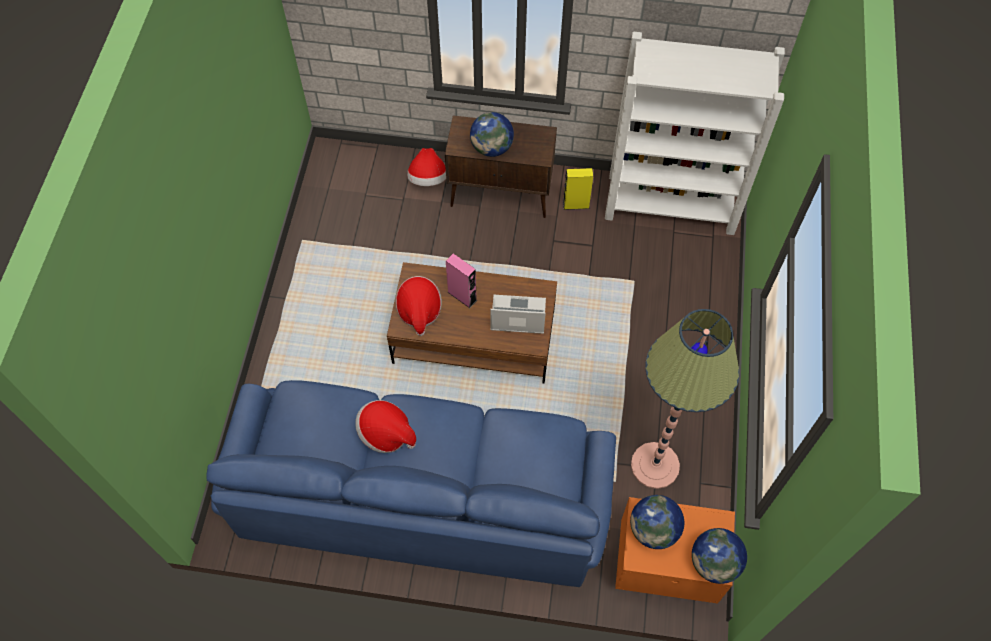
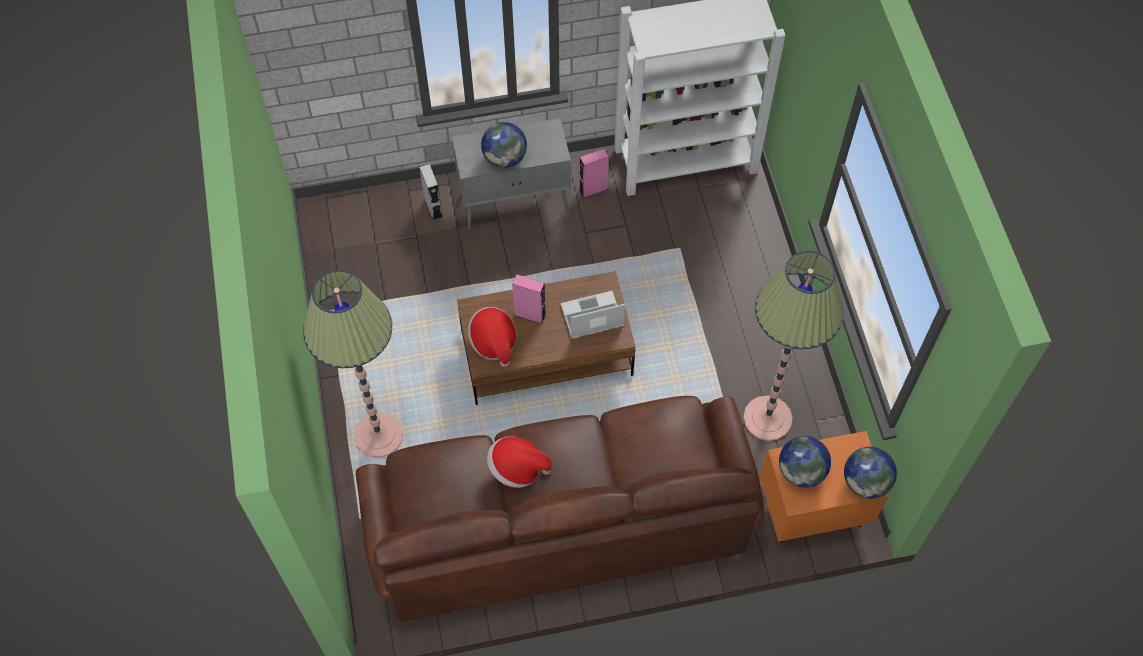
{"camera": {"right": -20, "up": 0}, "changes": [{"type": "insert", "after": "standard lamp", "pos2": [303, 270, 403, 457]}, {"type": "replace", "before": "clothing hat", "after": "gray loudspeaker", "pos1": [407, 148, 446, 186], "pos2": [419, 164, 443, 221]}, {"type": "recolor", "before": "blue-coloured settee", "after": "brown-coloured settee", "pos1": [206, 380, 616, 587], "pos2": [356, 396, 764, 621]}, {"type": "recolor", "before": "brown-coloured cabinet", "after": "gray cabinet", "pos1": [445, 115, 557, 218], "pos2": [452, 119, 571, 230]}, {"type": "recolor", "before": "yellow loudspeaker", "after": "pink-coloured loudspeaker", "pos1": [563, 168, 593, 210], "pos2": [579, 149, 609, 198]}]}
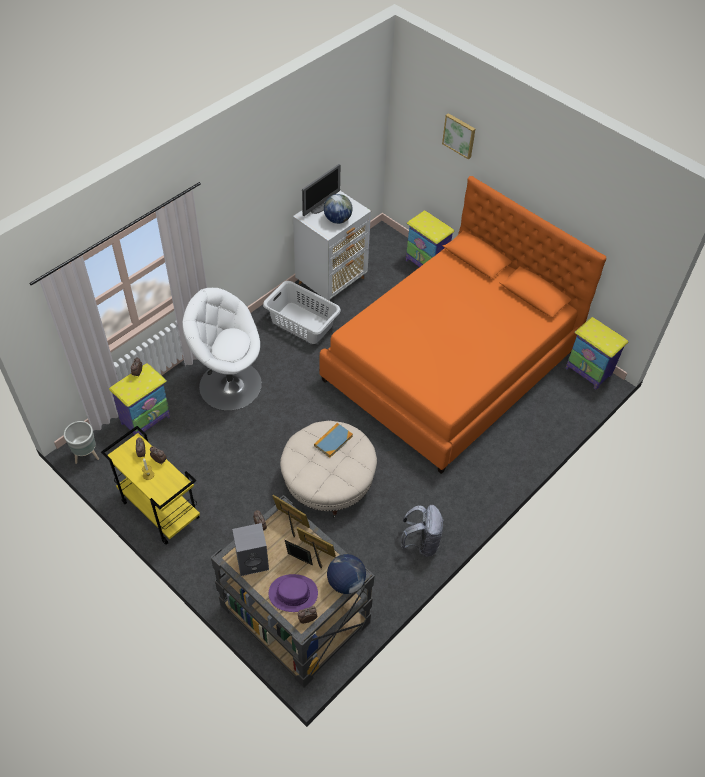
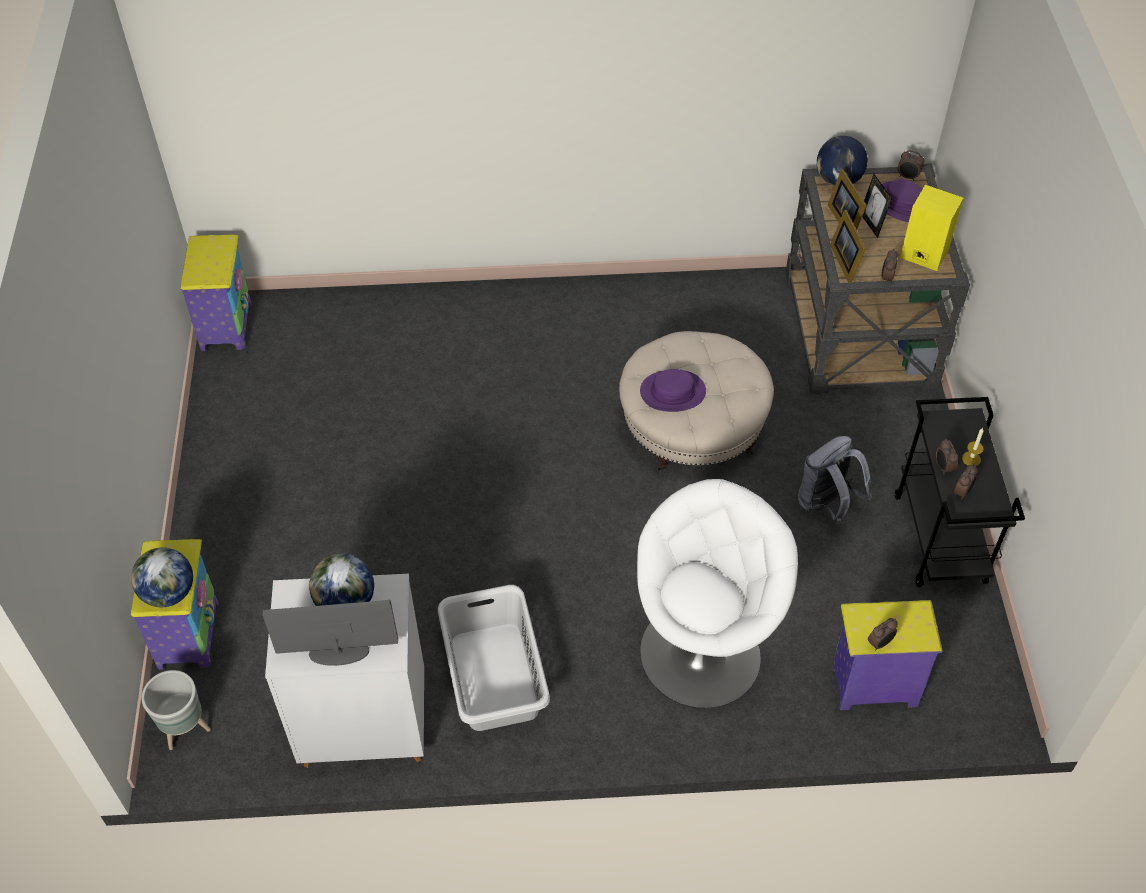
{"camera": {"right": -135, "up": 0}, "changes": [{"type": "delete", "before": "orangey bedroom bed", "pos1": [319, 176, 606, 474]}, {"type": "delete", "before": "wall picture", "pos1": [442, 113, 475, 159]}, {"type": "insert", "after": "desk globe", "pos2": [131, 547, 193, 607]}, {"type": "move", "before": "gray flower pot", "pos1": [64, 421, 99, 464], "pos2": [141, 670, 211, 750]}, {"type": "move", "before": "gray knapsack", "pos1": [401, 505, 444, 557], "pos2": [798, 436, 872, 524]}, {"type": "replace", "before": "volume", "after": "purple clothing hat", "pos1": [314, 423, 353, 458], "pos2": [640, 369, 706, 412]}, {"type": "recolor", "before": "yellow wheeled cart", "after": "black wheeled cart", "pos1": [101, 426, 200, 545], "pos2": [895, 397, 1025, 587]}, {"type": "recolor", "before": "gray loudspeaker", "after": "yellow loudspeaker", "pos1": [232, 523, 269, 576], "pos2": [900, 185, 963, 271]}, {"type": "rotate", "before": "white-coloured lounge chair", "pos1": [182, 288, 262, 411], "pos2": [637, 479, 798, 708], "turn": -105}]}
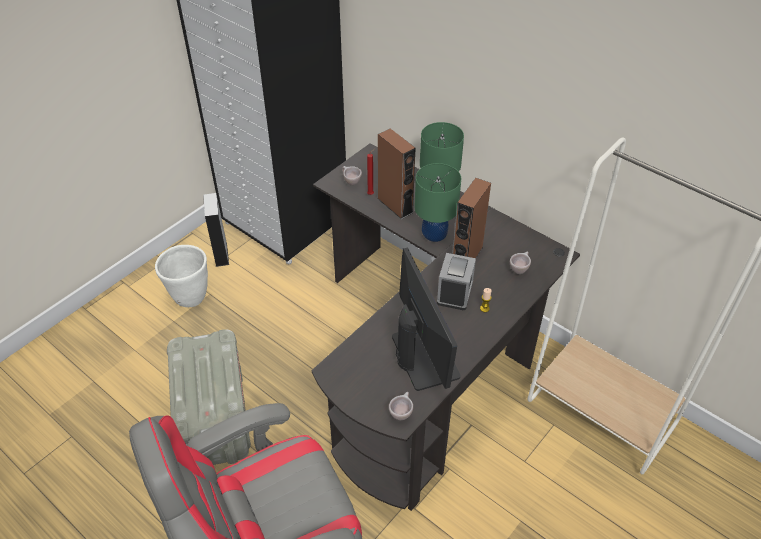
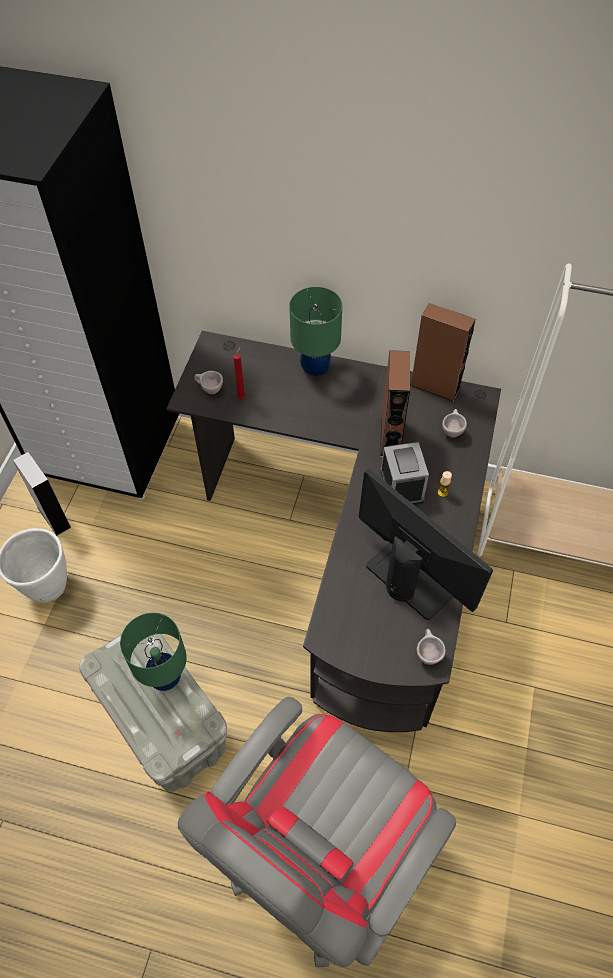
{"camera": {"right": -25, "up": 10}, "changes": [{"type": "move", "before": "brown-coloured loudspeaker", "pos1": [377, 128, 415, 219], "pos2": [410, 303, 475, 402]}, {"type": "move", "before": "green table lamp", "pos1": [414, 163, 461, 242], "pos2": [120, 613, 187, 691]}]}
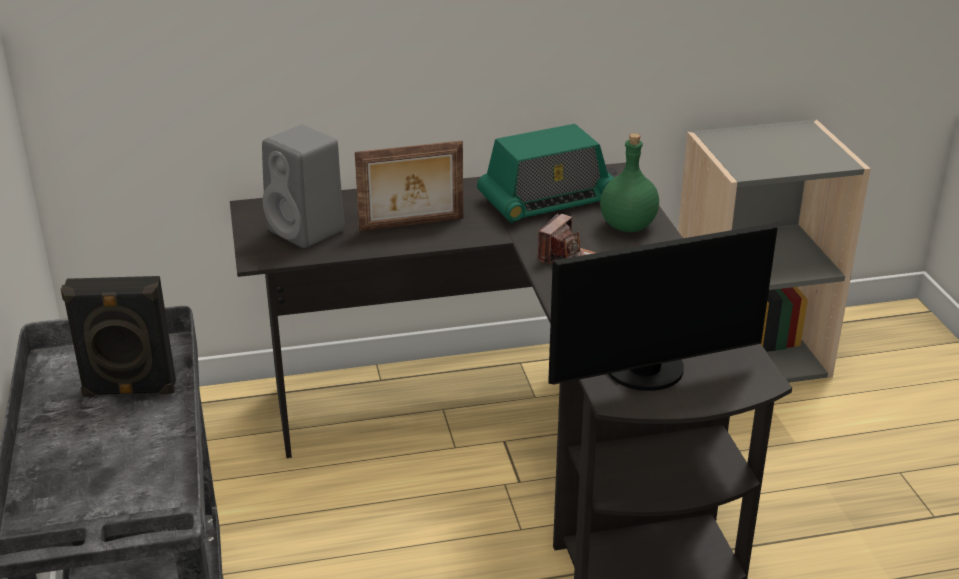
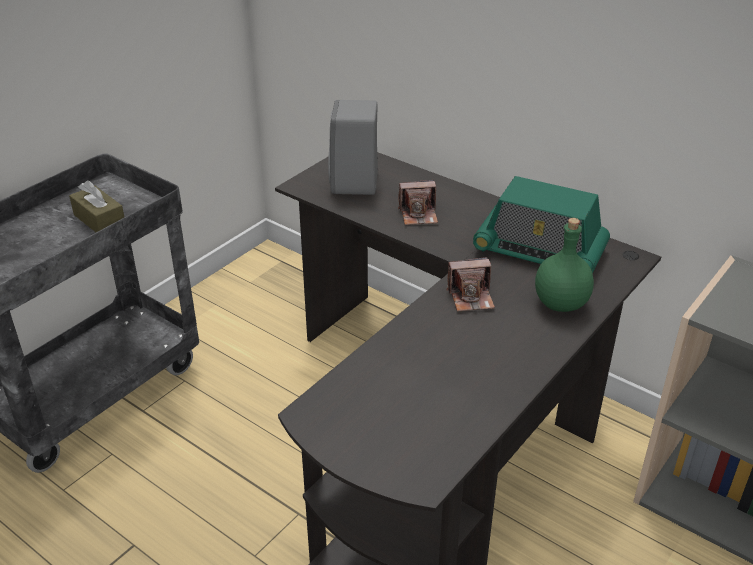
{"camera": {"right": 50, "up": 5}, "changes": [{"type": "delete", "before": "computer screen", "pos1": [548, 222, 778, 391]}, {"type": "replace", "before": "black loudspeaker", "after": "brown-coloured tissue holder", "pos1": [61, 276, 176, 397], "pos2": [69, 180, 124, 232]}, {"type": "replace", "before": "standing frame", "after": "still camera", "pos1": [355, 141, 463, 231], "pos2": [398, 180, 438, 225]}]}
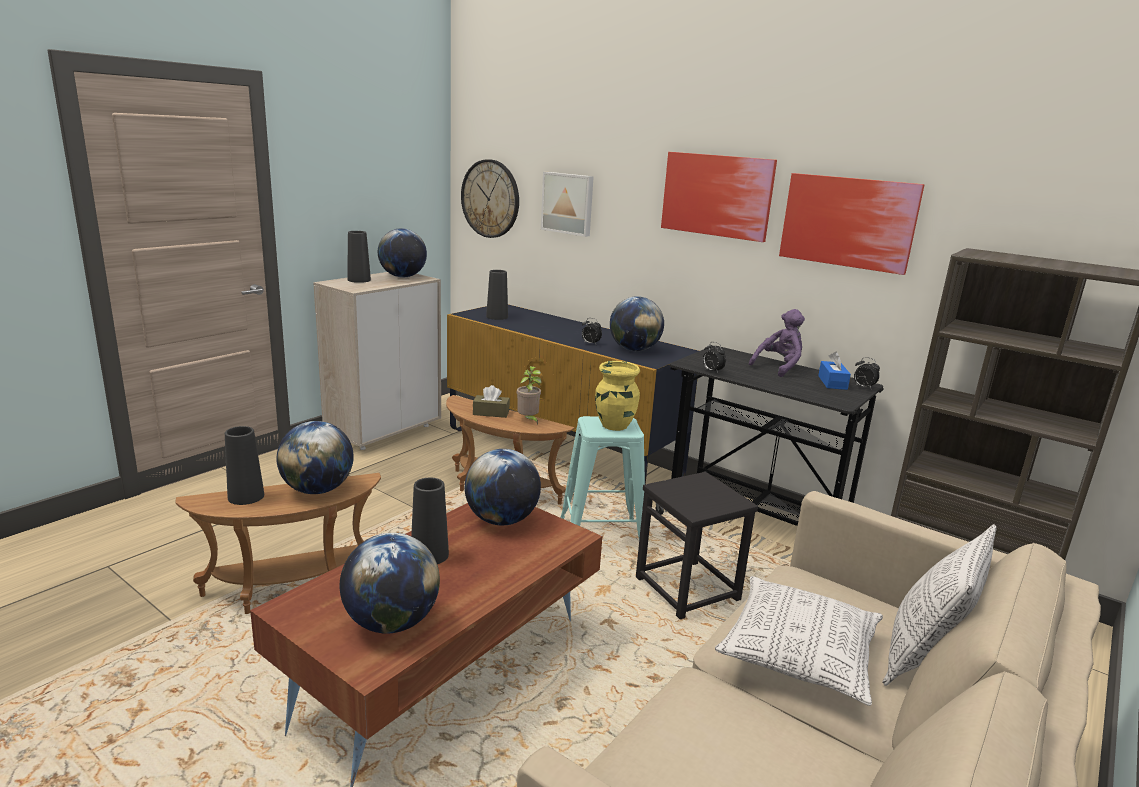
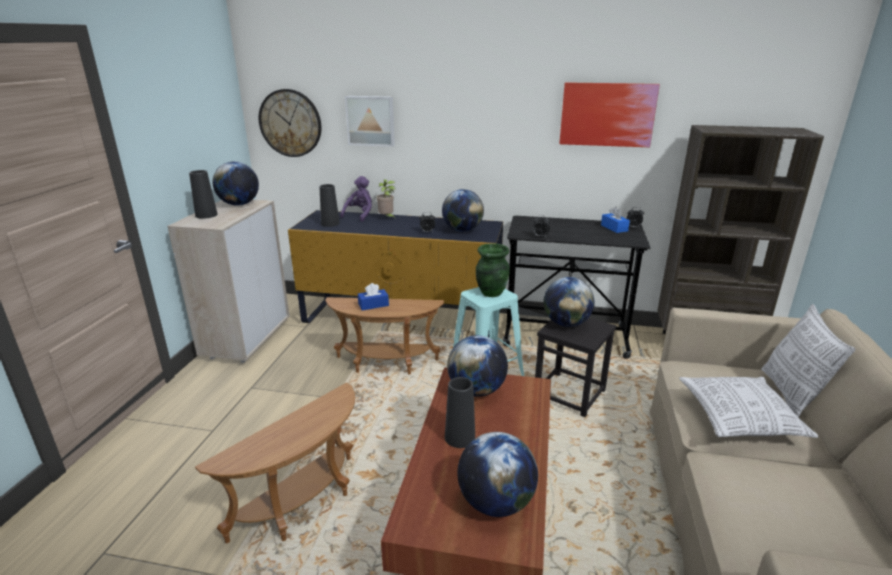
{"camera": {"right": -25, "up": 5}, "changes": [{"type": "delete", "before": "black flower vase", "pos1": [225, 426, 264, 505]}, {"type": "delete", "before": "wall picture", "pos1": [661, 152, 777, 242]}, {"type": "move", "before": "desk globe", "pos1": [277, 421, 354, 494], "pos2": [543, 277, 594, 327]}, {"type": "move", "before": "houseplant", "pos1": [517, 366, 542, 425], "pos2": [377, 179, 396, 219]}, {"type": "move", "before": "purple plush toy", "pos1": [749, 309, 805, 377], "pos2": [340, 176, 372, 222]}, {"type": "recolor", "before": "brown-coloured tissue holder", "after": "blue-coloured tissue holder", "pos1": [473, 385, 510, 418], "pos2": [358, 283, 389, 310]}, {"type": "recolor", "before": "yellow flower vase", "after": "green flower vase", "pos1": [595, 361, 640, 431], "pos2": [476, 243, 510, 297]}]}
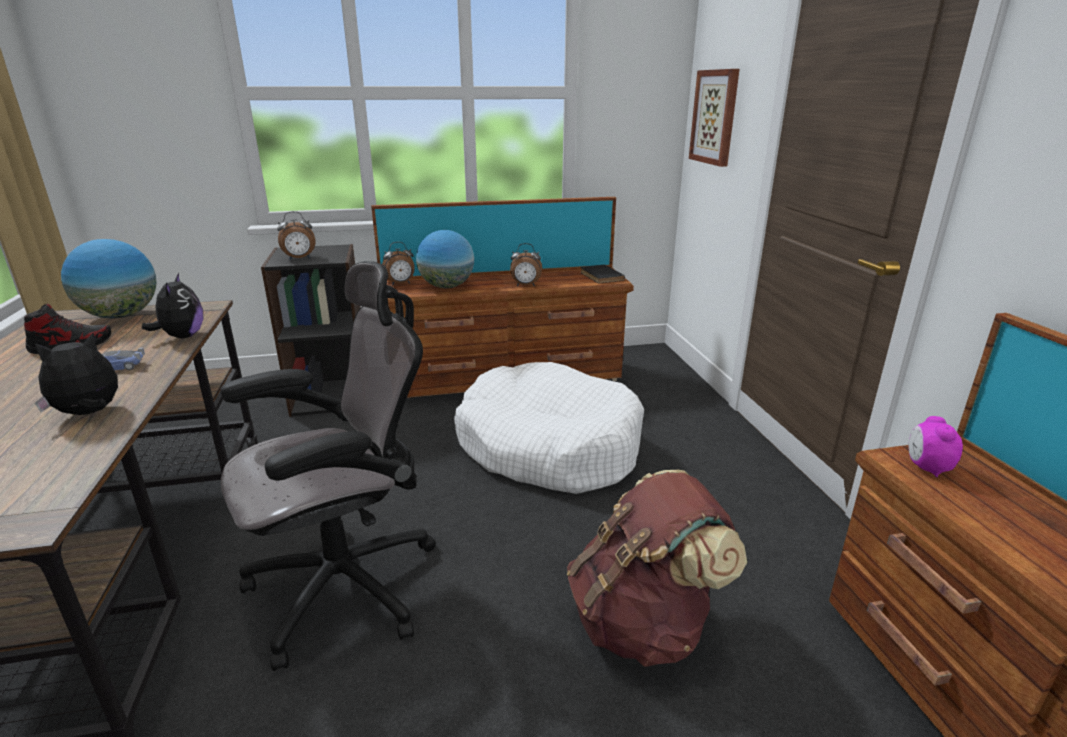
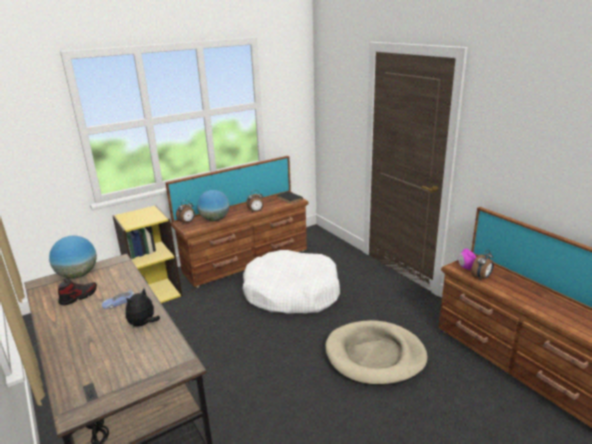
{"camera": {"right": -20, "up": 0}, "changes": [{"type": "delete", "before": "plush toy", "pos1": [142, 273, 203, 338]}, {"type": "delete", "before": "office chair", "pos1": [220, 261, 436, 671]}, {"type": "delete", "before": "wall picture", "pos1": [689, 69, 739, 167]}, {"type": "move", "before": "table clock", "pos1": [277, 211, 315, 260], "pos2": [471, 249, 494, 281]}, {"type": "replace", "before": "brown-coloured knapsack", "after": "beige-coloured dog cushion", "pos1": [567, 470, 747, 667], "pos2": [325, 320, 428, 386]}, {"type": "recolor", "before": "black bookcase", "after": "yellow bookcase", "pos1": [261, 244, 361, 417], "pos2": [113, 205, 182, 303]}]}
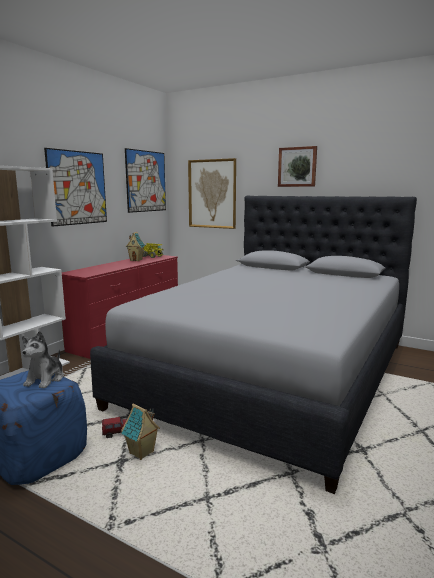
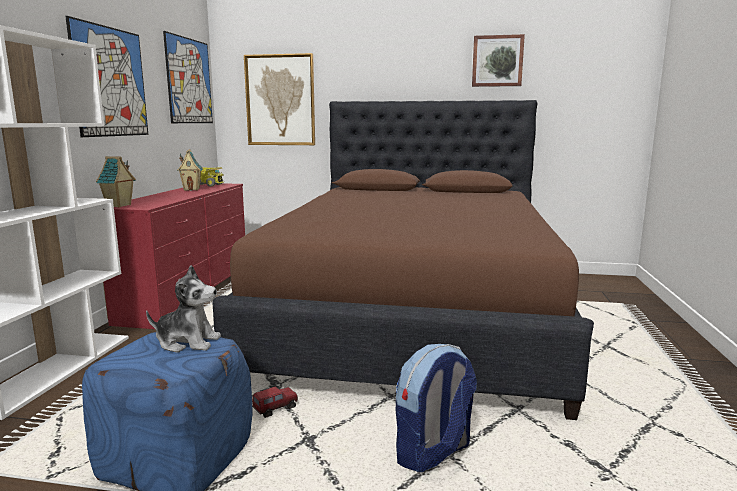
{"camera": {"right": -20, "up": 0}, "changes": [{"type": "insert", "after": "knapsack", "pos2": [396, 344, 477, 472]}, {"type": "move", "before": "toy house", "pos1": [121, 403, 160, 460], "pos2": [96, 156, 136, 207]}, {"type": "move", "before": "wall picture", "pos1": [278, 146, 317, 187], "pos2": [472, 34, 525, 87]}, {"type": "recolor", "before": "gray bedroom bed", "after": "brown-coloured bedroom bed", "pos1": [90, 196, 417, 494], "pos2": [212, 100, 594, 420]}, {"type": "rotate", "before": "plush toy", "pos1": [22, 331, 64, 389], "pos2": [146, 265, 221, 353], "turn": -75}]}
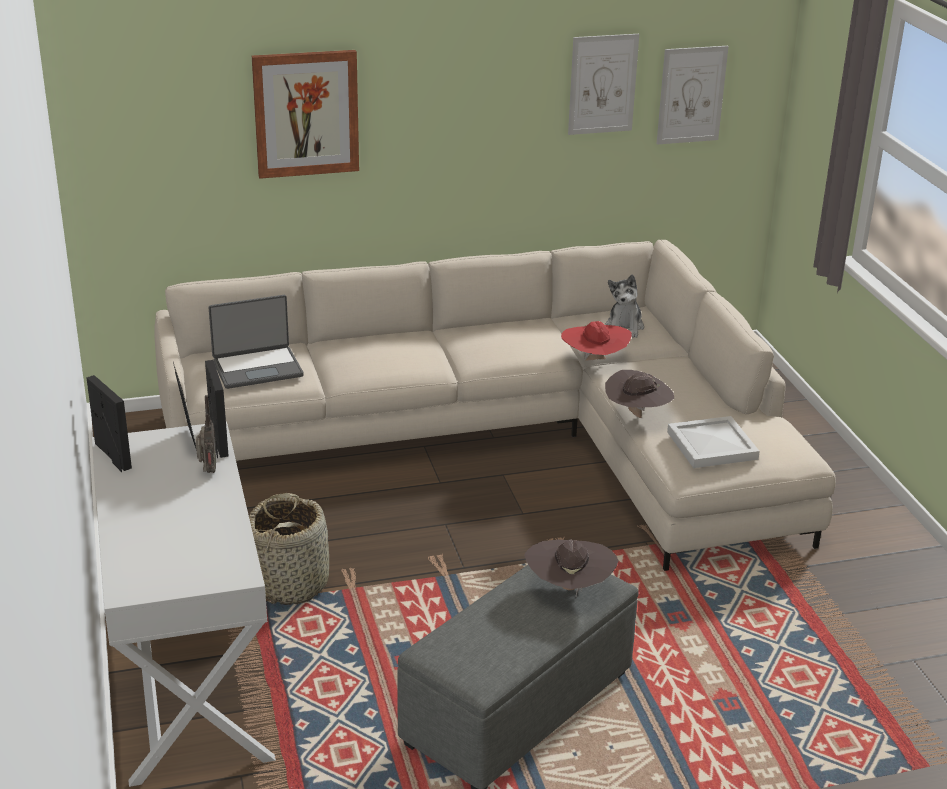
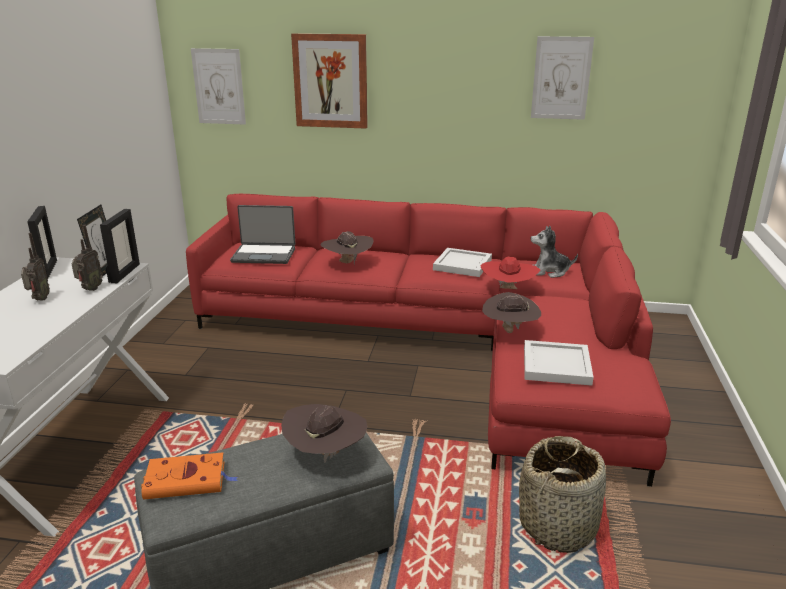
{"camera": {"right": 25, "up": -5}, "changes": [{"type": "insert", "after": "radio set", "pos2": [21, 233, 50, 300]}, {"type": "insert", "after": "orangey volume", "pos2": [141, 452, 238, 500]}, {"type": "insert", "after": "brown-coloured clothing hat", "pos2": [321, 231, 373, 265]}, {"type": "insert", "after": "white-coloured serving tray", "pos2": [433, 248, 492, 277]}, {"type": "move", "before": "storage basket", "pos1": [249, 493, 329, 605], "pos2": [519, 436, 606, 553]}, {"type": "move", "before": "wall picture", "pos1": [657, 46, 729, 145], "pos2": [191, 48, 246, 125]}, {"type": "recolor", "before": "beige-coloured settee", "after": "red settee", "pos1": [154, 239, 836, 571], "pos2": [186, 194, 671, 487]}, {"type": "rotate", "before": "plush toy", "pos1": [606, 274, 644, 338], "pos2": [530, 226, 578, 278], "turn": 60}]}
